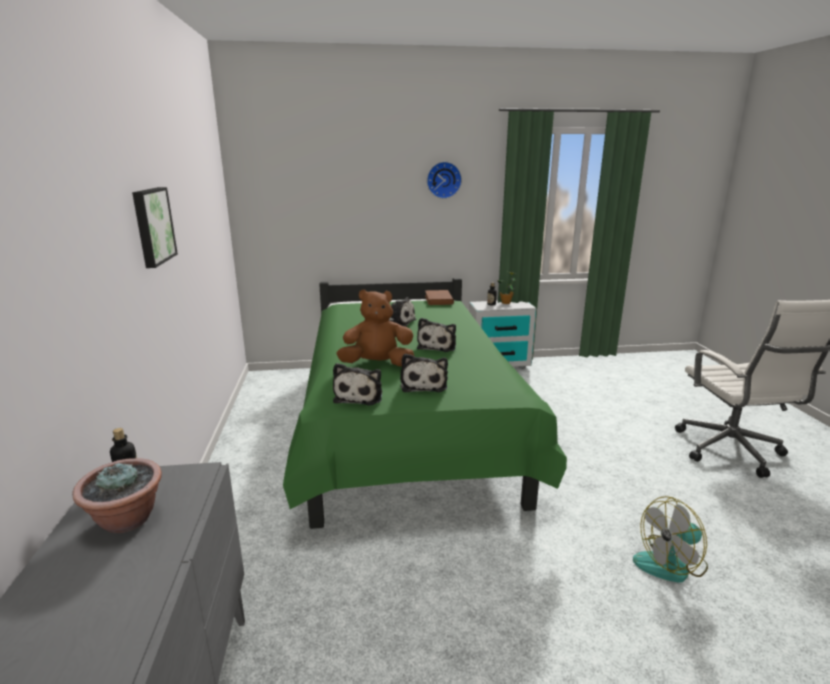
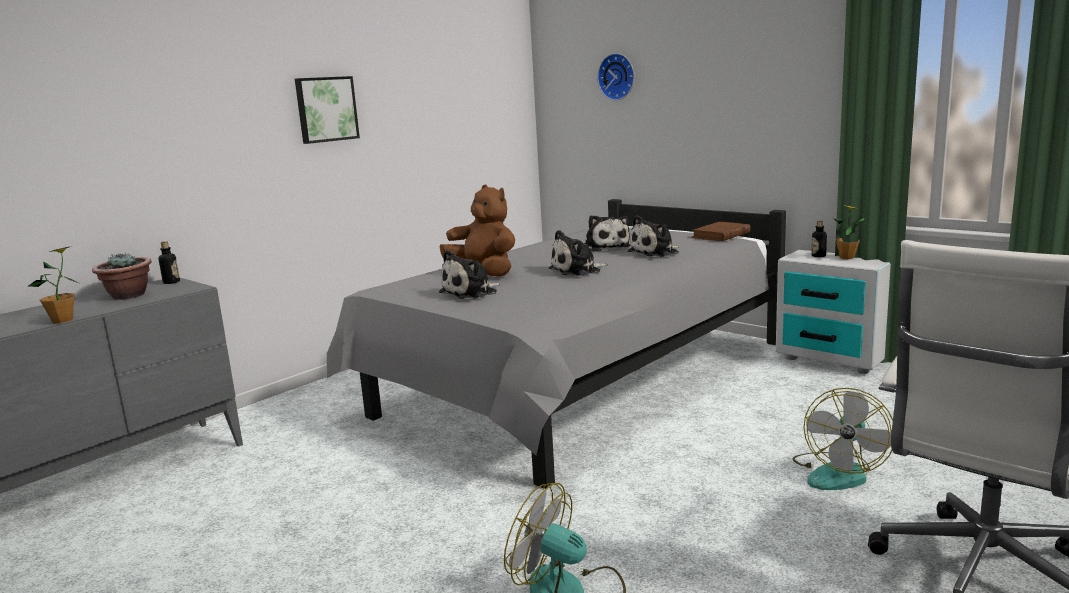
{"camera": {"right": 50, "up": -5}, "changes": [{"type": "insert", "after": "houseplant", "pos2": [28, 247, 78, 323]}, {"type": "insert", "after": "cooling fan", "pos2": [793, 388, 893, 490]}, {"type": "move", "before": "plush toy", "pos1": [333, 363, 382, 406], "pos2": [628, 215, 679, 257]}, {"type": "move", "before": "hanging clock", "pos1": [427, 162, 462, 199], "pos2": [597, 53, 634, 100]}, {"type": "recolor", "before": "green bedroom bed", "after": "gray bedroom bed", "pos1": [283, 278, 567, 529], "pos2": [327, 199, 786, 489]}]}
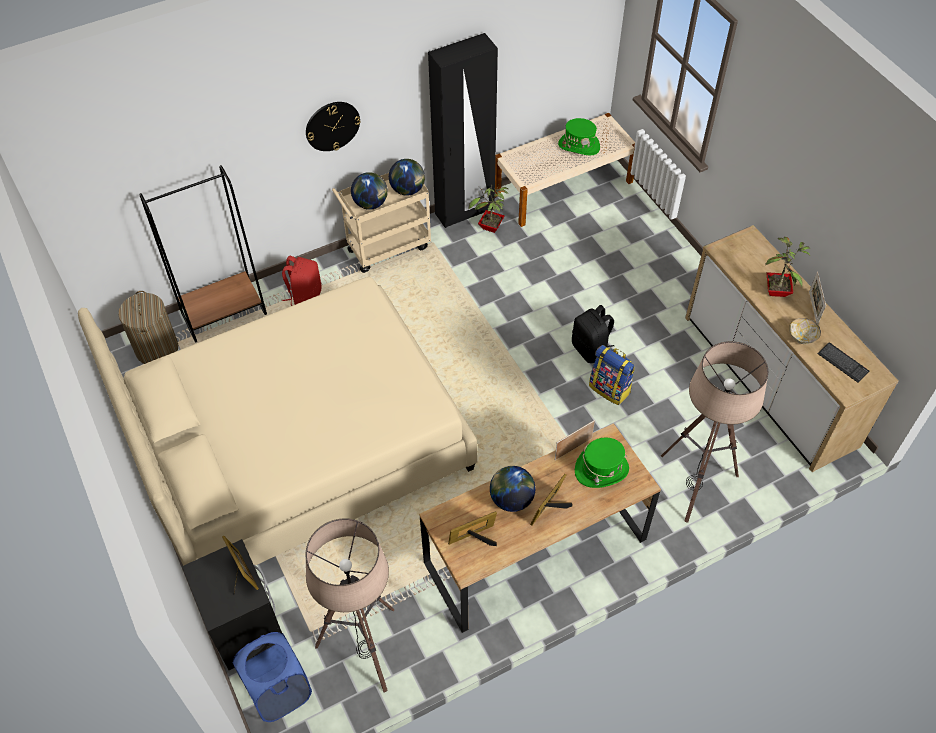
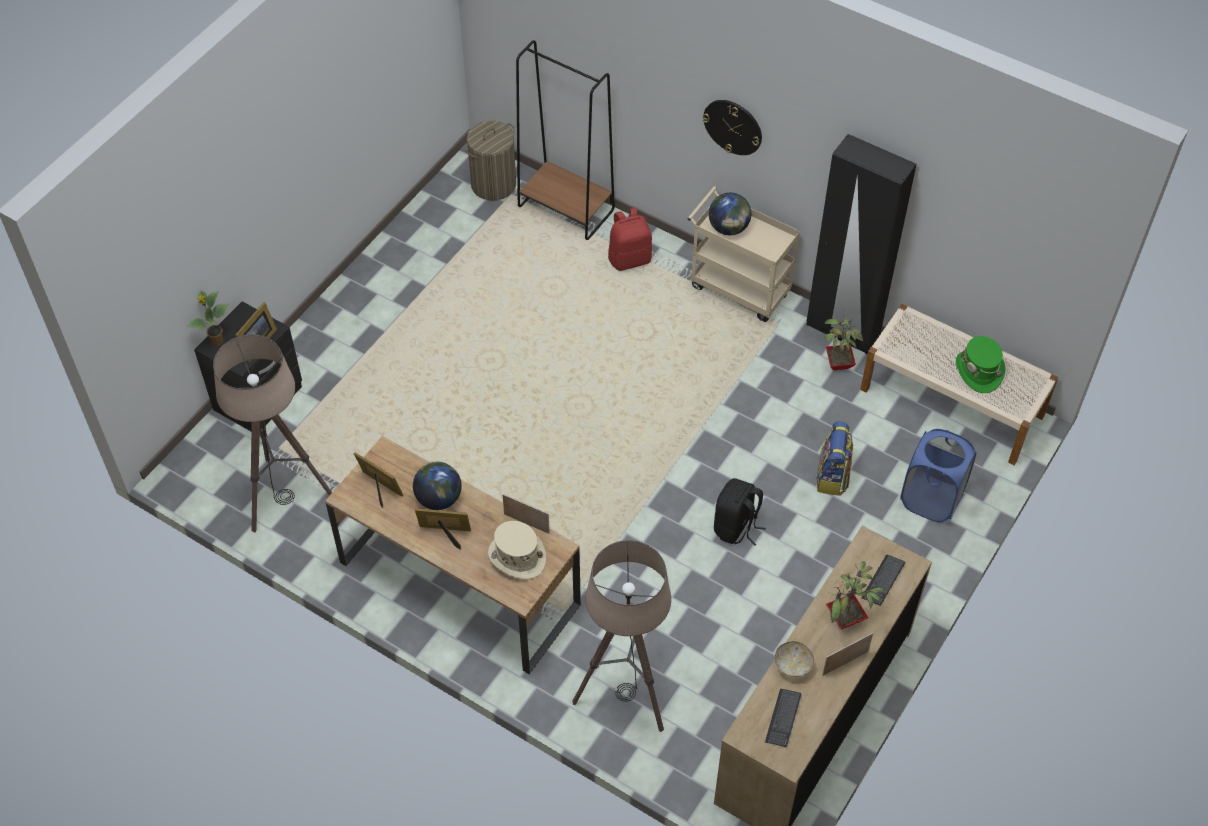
{"camera": {"right": 60, "up": 0}, "changes": [{"type": "delete", "before": "beige-coloured bedroom bed", "pos1": [78, 277, 477, 566]}, {"type": "delete", "before": "desk globe", "pos1": [389, 159, 425, 196]}, {"type": "insert", "after": "houseplant", "pos2": [186, 291, 229, 346]}, {"type": "insert", "after": "keyboard", "pos2": [861, 554, 905, 606]}, {"type": "move", "before": "blue-coloured laundry basket", "pos1": [232, 632, 312, 722], "pos2": [901, 429, 976, 522]}, {"type": "move", "before": "knapsack", "pos1": [589, 345, 635, 405], "pos2": [817, 421, 853, 496]}, {"type": "recolor", "before": "green clothing hat", "after": "beige-coloured clothing hat", "pos1": [575, 438, 629, 488], "pos2": [488, 521, 546, 579]}]}
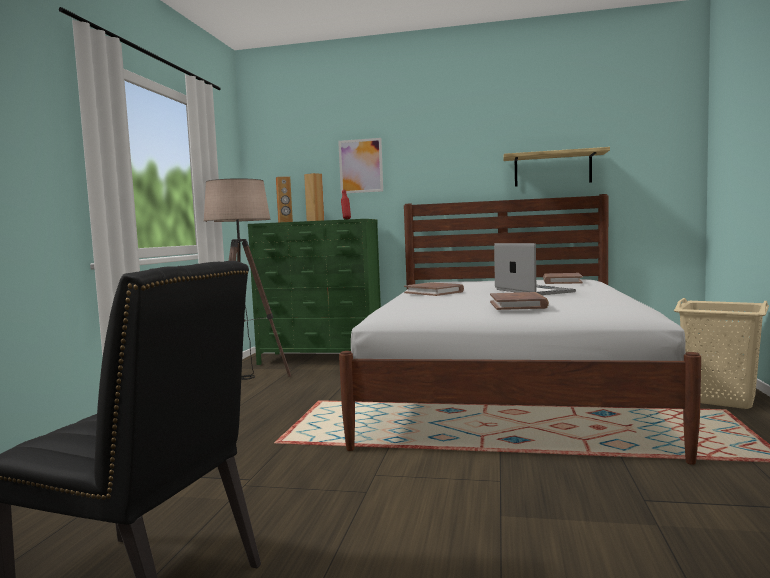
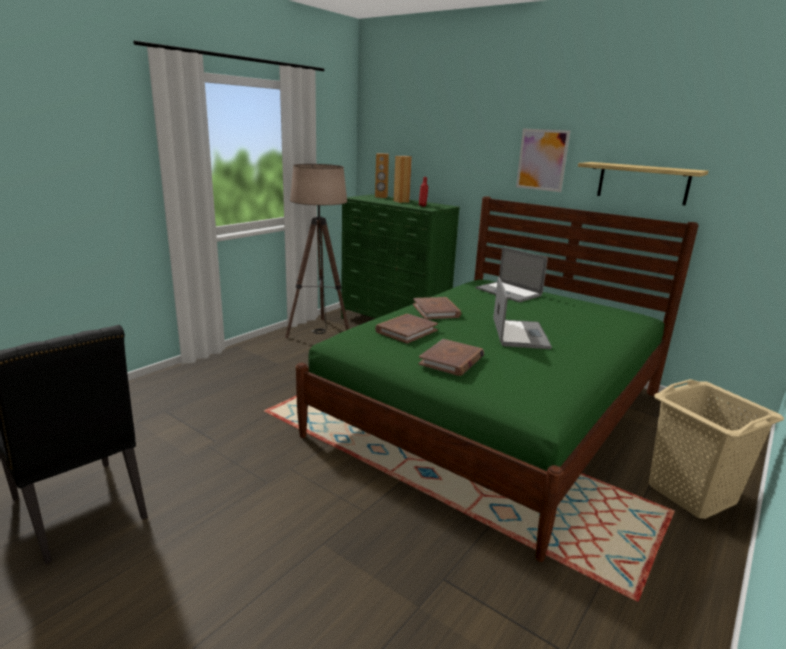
{"camera": {"right": 25, "up": 15}, "changes": [{"type": "insert", "after": "notebook computer", "pos2": [476, 247, 548, 302]}, {"type": "move", "before": "wall picture", "pos1": [338, 138, 383, 194], "pos2": [516, 129, 570, 192]}, {"type": "move", "before": "brown-coloured volume", "pos1": [543, 273, 583, 284], "pos2": [375, 314, 438, 344]}, {"type": "recolor", "before": "white-coloured bedroom bed", "after": "green bedroom bed", "pos1": [339, 194, 701, 465], "pos2": [296, 196, 699, 562]}]}
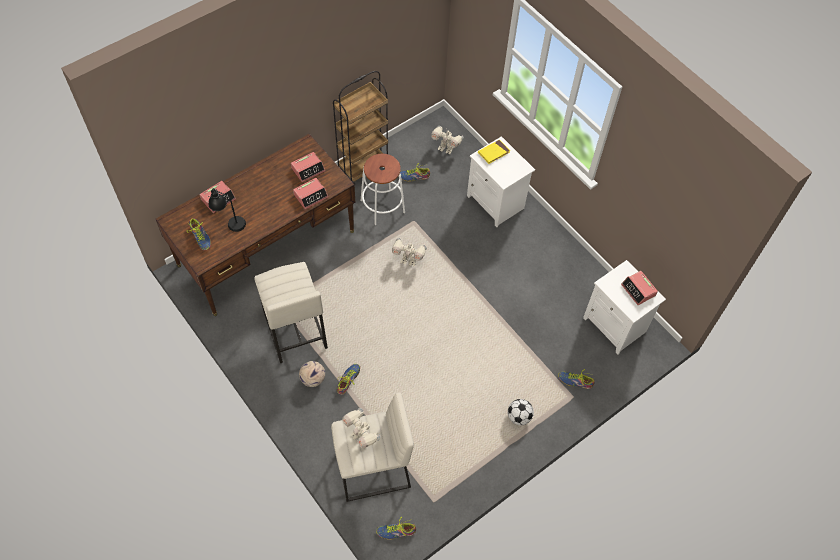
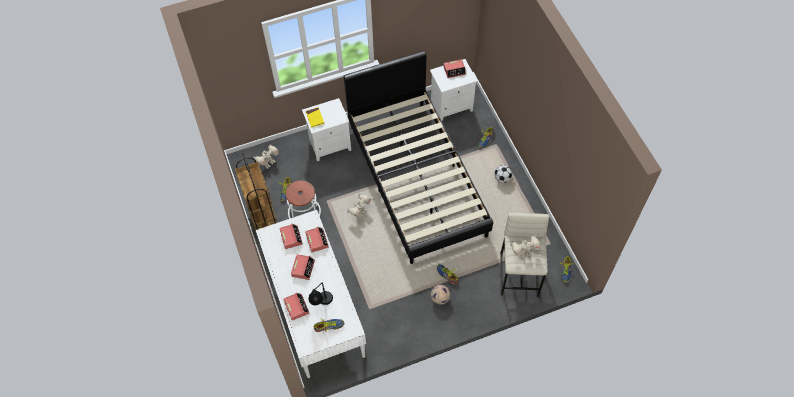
{"camera": {"right": -70, "up": 0}, "changes": [{"type": "delete", "before": "beige-coloured sitting stool", "pos1": [254, 262, 328, 363]}, {"type": "insert", "after": "table clock", "pos2": [291, 254, 315, 280]}, {"type": "insert", "after": "black bedroom bed", "pos2": [344, 51, 493, 264]}, {"type": "recolor", "before": "brown-coloured desk table", "after": "white-coloured desk table", "pos1": [156, 134, 355, 316], "pos2": [256, 210, 366, 379]}]}
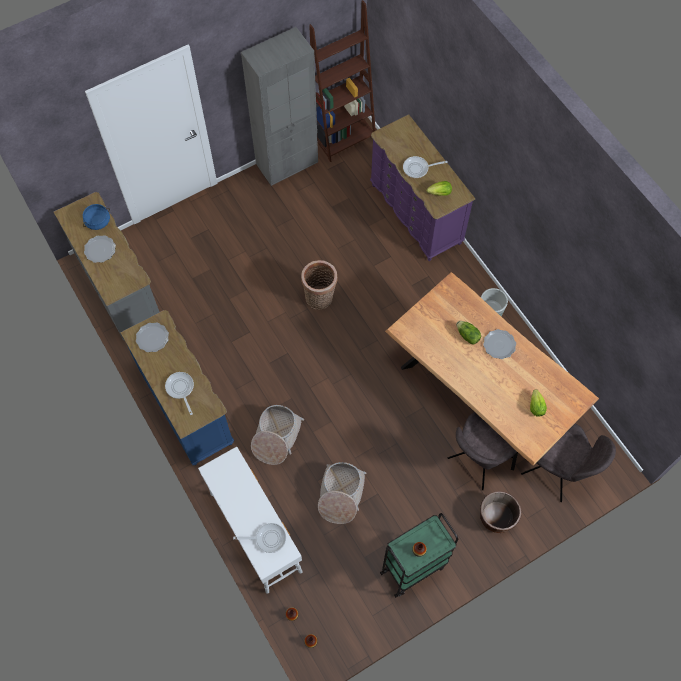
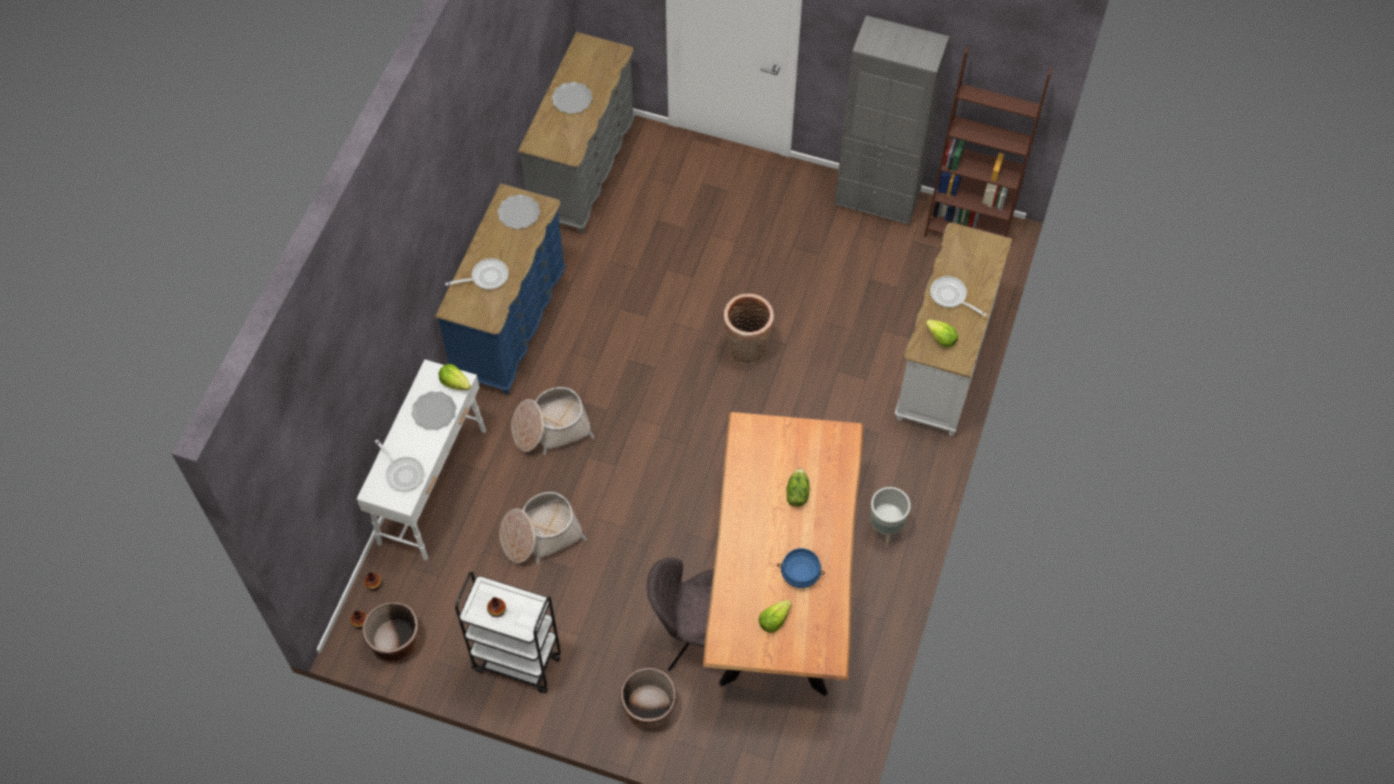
{"camera": {"right": 50, "up": -5}, "changes": [{"type": "delete", "before": "gray chair", "pos1": [521, 424, 616, 502]}, {"type": "insert", "after": "brown-coloured flower pot", "pos2": [362, 601, 419, 661]}, {"type": "insert", "after": "lettuce head", "pos2": [439, 364, 471, 390]}, {"type": "move", "before": "blue-coloured stockpot", "pos1": [83, 204, 110, 230], "pos2": [777, 548, 825, 588]}, {"type": "move", "before": "plate", "pos1": [483, 329, 516, 359], "pos2": [411, 391, 456, 430]}, {"type": "recolor", "before": "purple drawer chest", "after": "white-coloured drawer chest", "pos1": [370, 114, 475, 261], "pos2": [895, 222, 1012, 436]}, {"type": "recolor", "before": "green wheeled cart", "after": "white-coloured wheeled cart", "pos1": [380, 513, 458, 598], "pos2": [455, 572, 561, 693]}, {"type": "rotate", "before": "pan", "pos1": [165, 372, 194, 415], "pos2": [445, 258, 508, 290], "turn": 45}]}
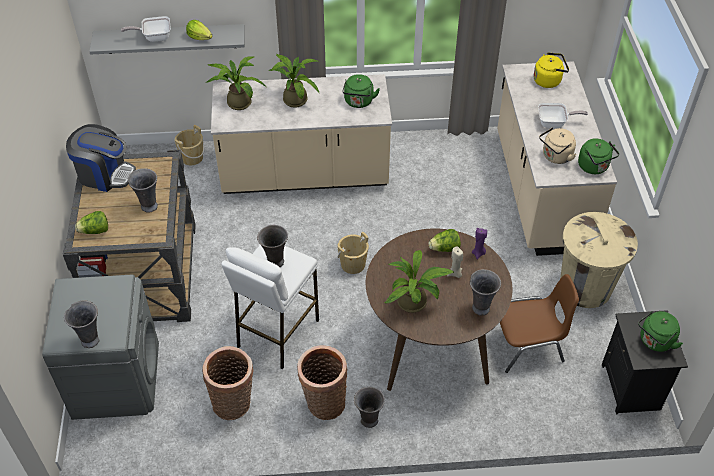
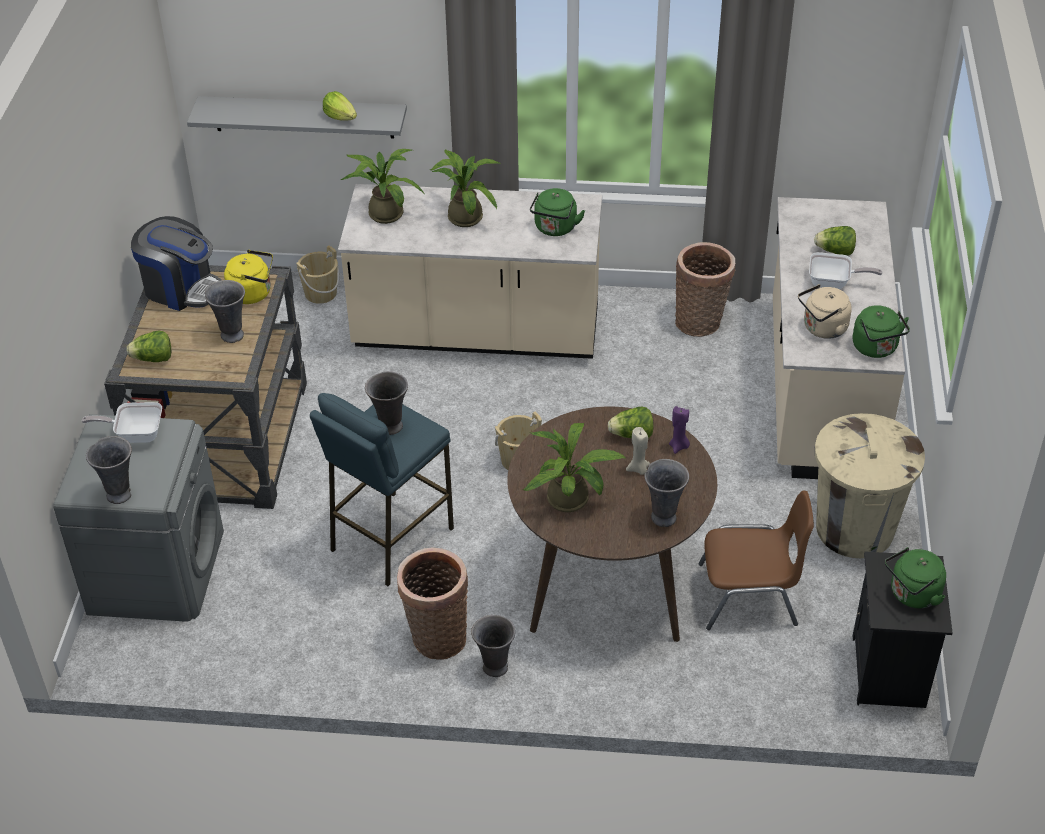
{"camera": {"right": 10, "up": -5}, "changes": [{"type": "insert", "after": "lettuce head", "pos2": [814, 226, 856, 255]}, {"type": "move", "before": "pan", "pos1": [121, 16, 171, 42], "pos2": [82, 402, 162, 443]}, {"type": "move", "before": "storage basket", "pos1": [202, 346, 254, 420], "pos2": [675, 242, 735, 337]}, {"type": "move", "before": "yellow water kettle", "pos1": [533, 52, 569, 88], "pos2": [224, 250, 273, 304]}, {"type": "recolor", "before": "white-coloured sitting stool", "after": "blue-coloured sitting stool", "pos1": [221, 245, 319, 369], "pos2": [310, 393, 454, 586]}]}
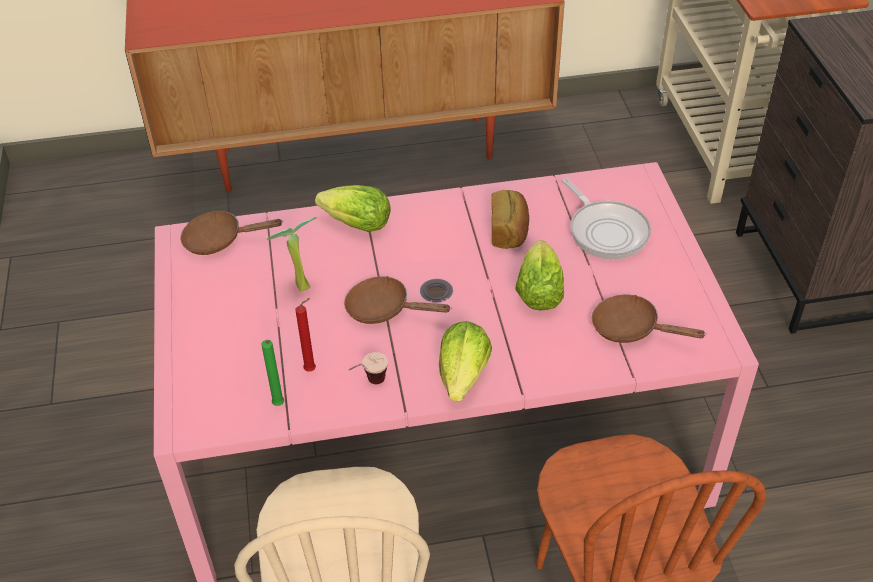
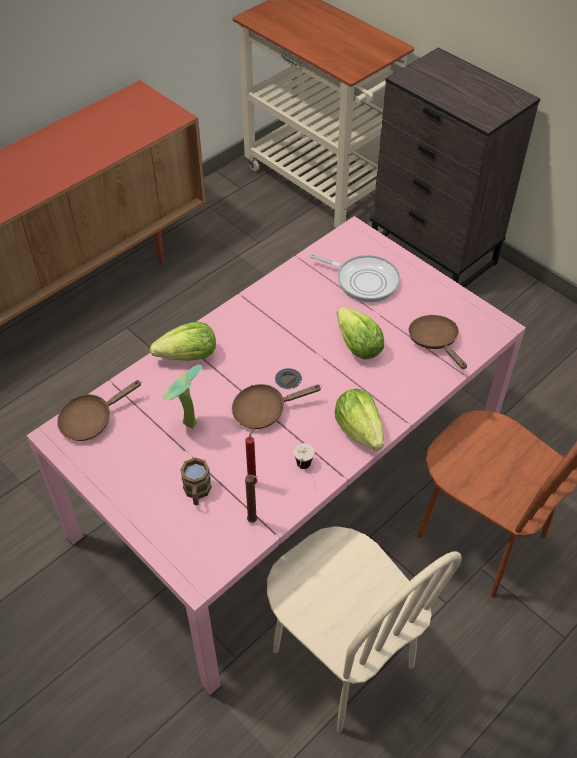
{"camera": {"right": -35, "up": 5}, "changes": [{"type": "delete", "before": "bread", "pos1": [491, 190, 529, 249]}, {"type": "insert", "after": "mug", "pos2": [180, 457, 212, 505]}, {"type": "recolor", "before": "green wax candle", "after": "brown-coloured wax candle", "pos1": [261, 340, 284, 406], "pos2": [245, 475, 258, 523]}, {"type": "rotate", "before": "brown-coloured pan", "pos1": [592, 295, 706, 343], "pos2": [409, 315, 467, 369], "turn": 75}]}
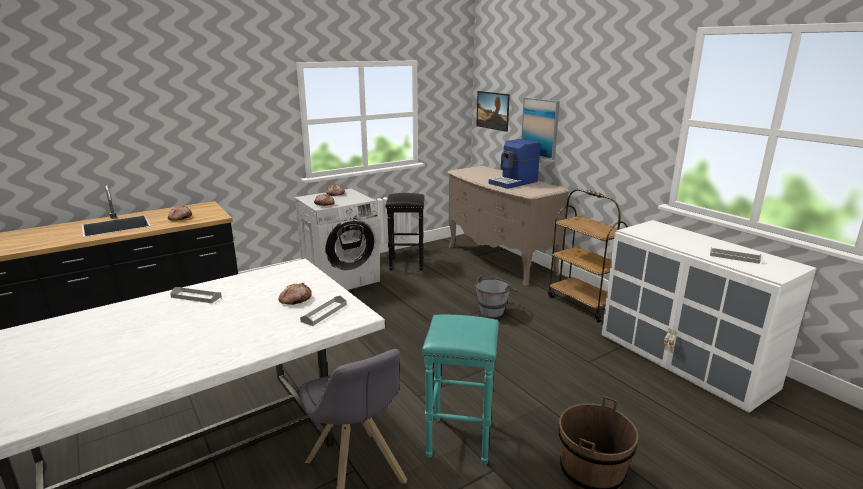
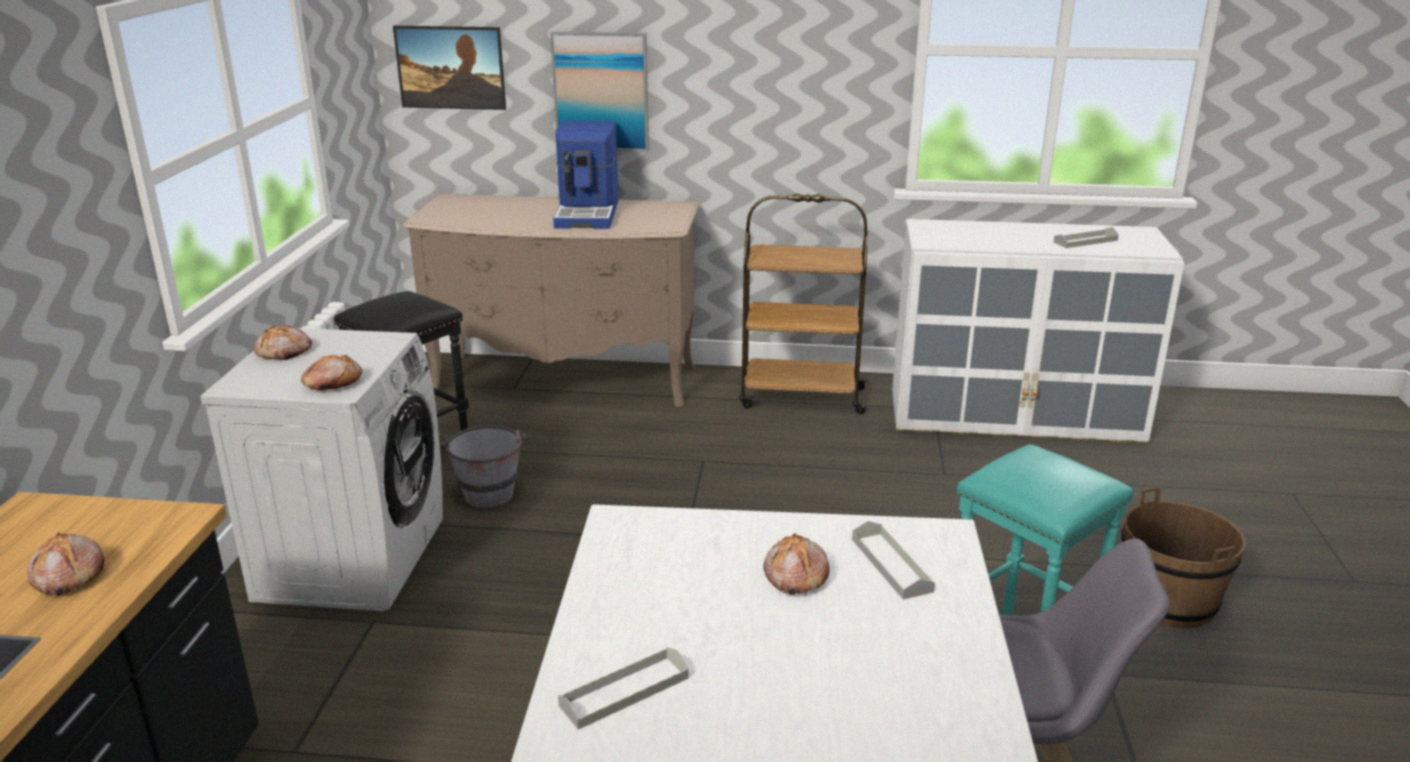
{"camera": {"right": -50, "up": 5}, "changes": [{"type": "move", "before": "gray pail", "pos1": [475, 276, 518, 317], "pos2": [441, 425, 526, 508]}]}
